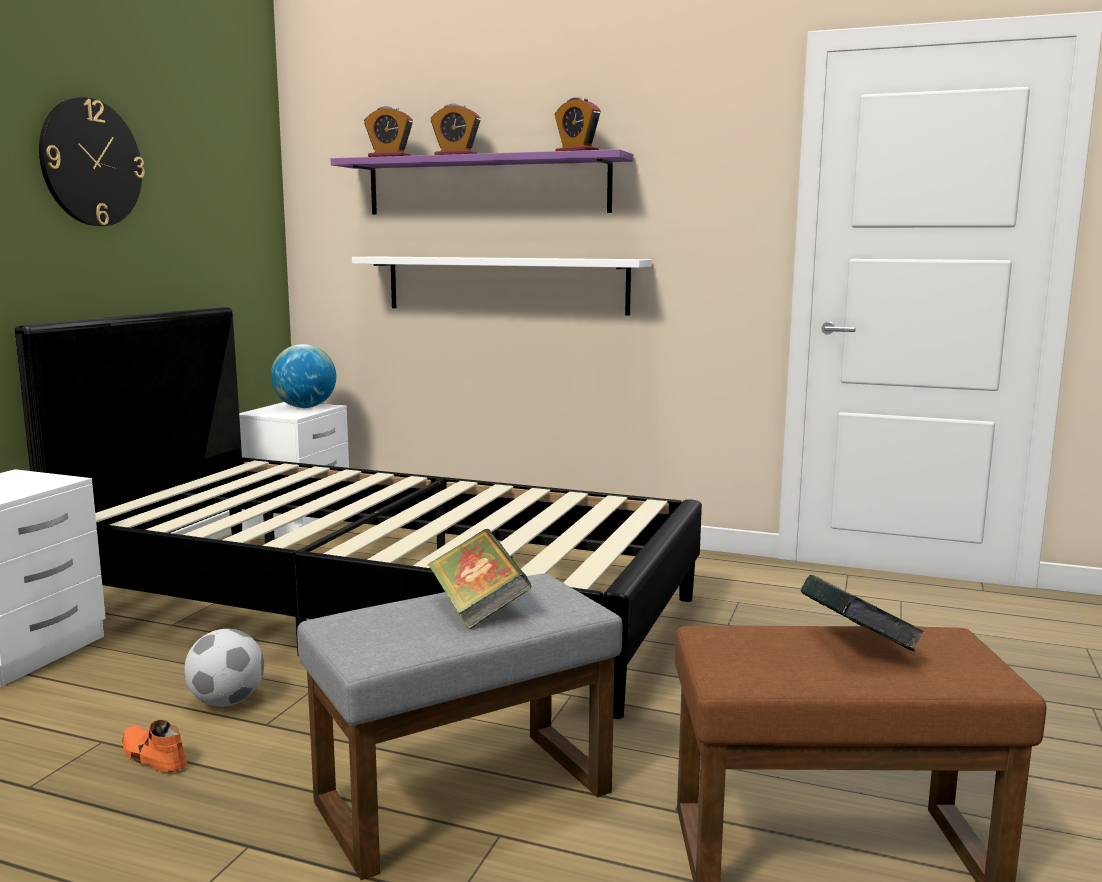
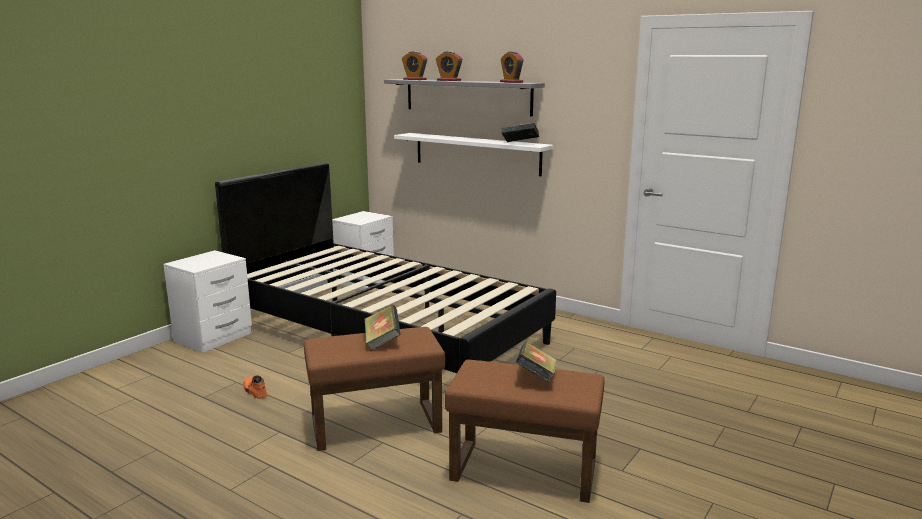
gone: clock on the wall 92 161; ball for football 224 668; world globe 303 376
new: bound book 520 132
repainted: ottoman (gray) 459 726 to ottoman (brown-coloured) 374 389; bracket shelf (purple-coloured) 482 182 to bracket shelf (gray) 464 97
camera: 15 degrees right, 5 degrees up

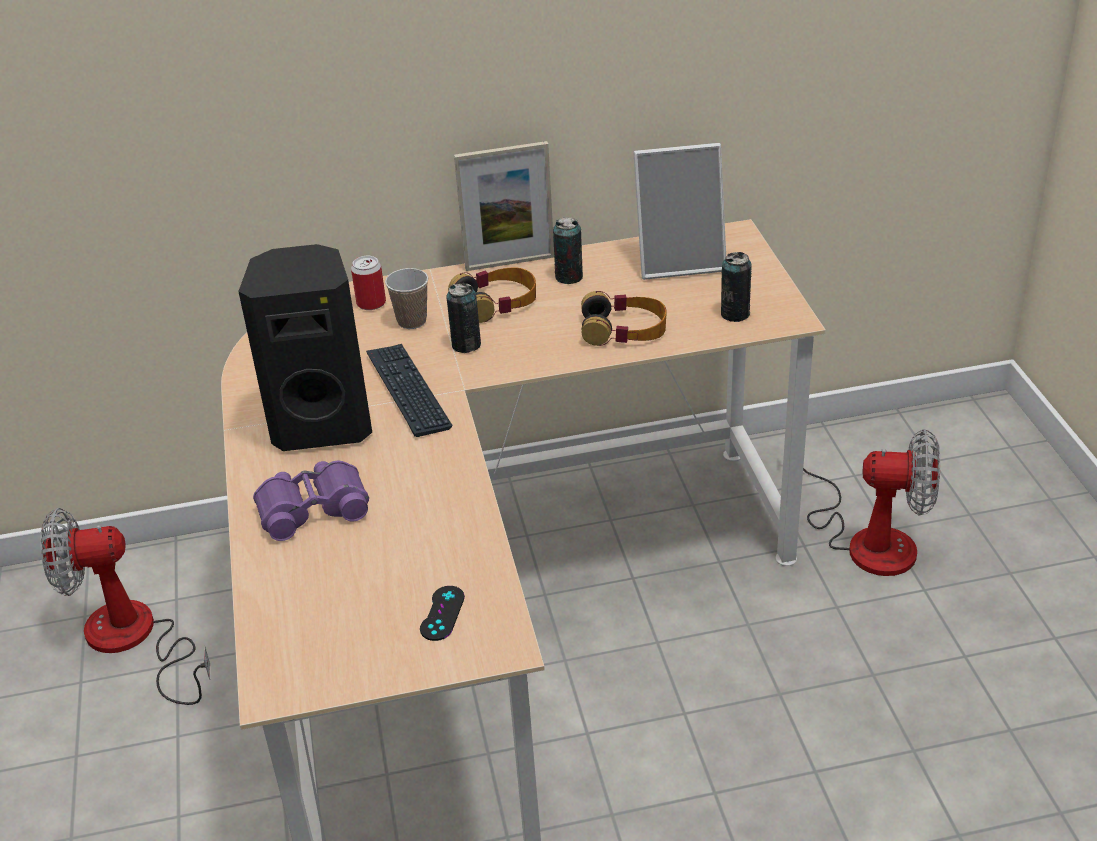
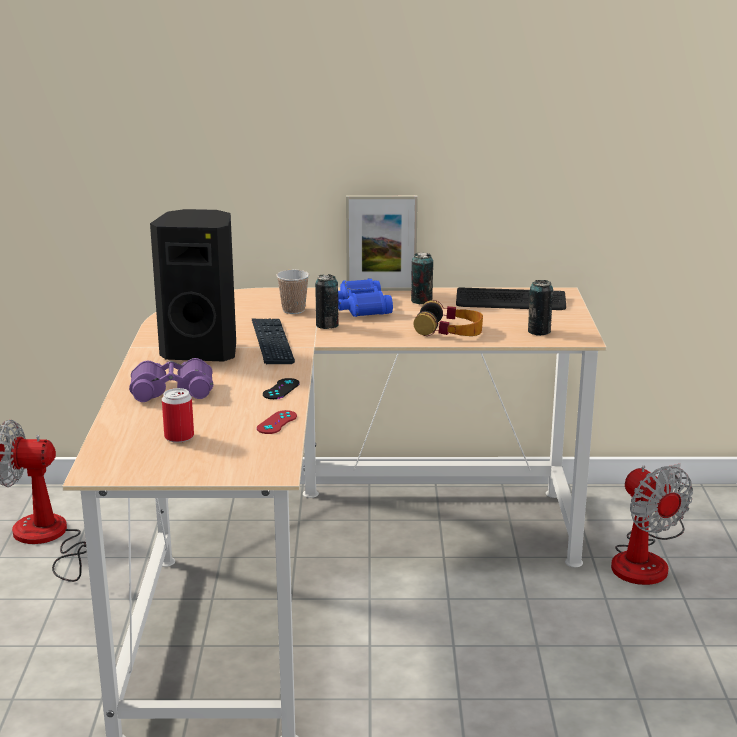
new: game controller (reddish) 277 422
shifted: metal can 368 283 to 178 415; game controller (blackish) 442 613 to 281 388
swapped: headphones 492 295 to binoculars (blue-coloured) 365 297; picture frame 679 211 to computer keyboard 511 299
rotated: cooling fan 871 502 = 652 524 45 degrees clockwise
camera: 10 degrees right, 15 degrees down

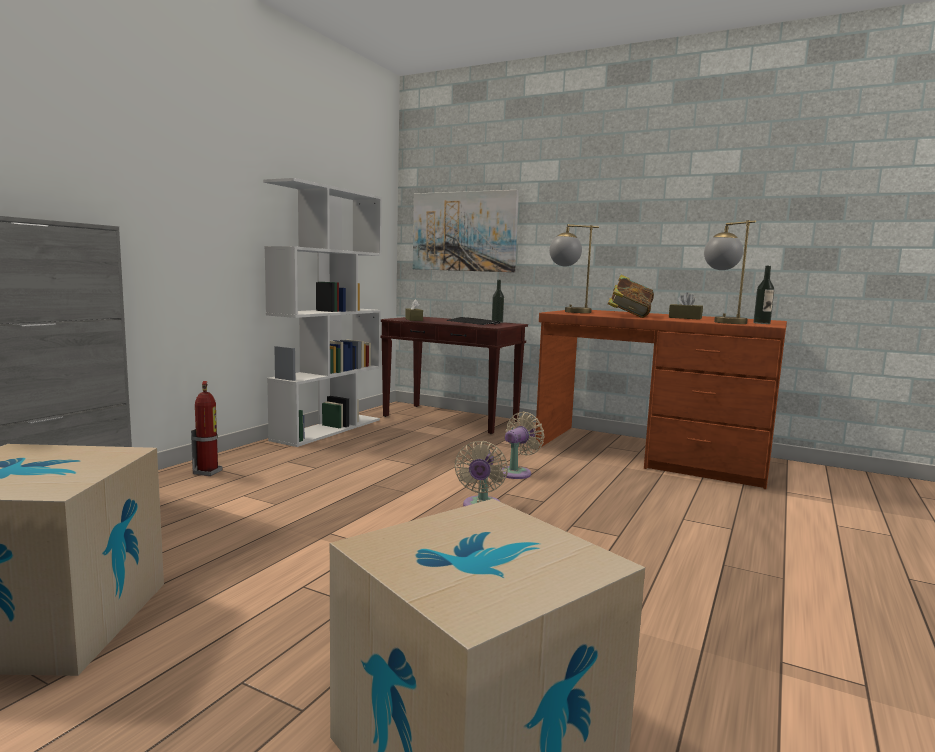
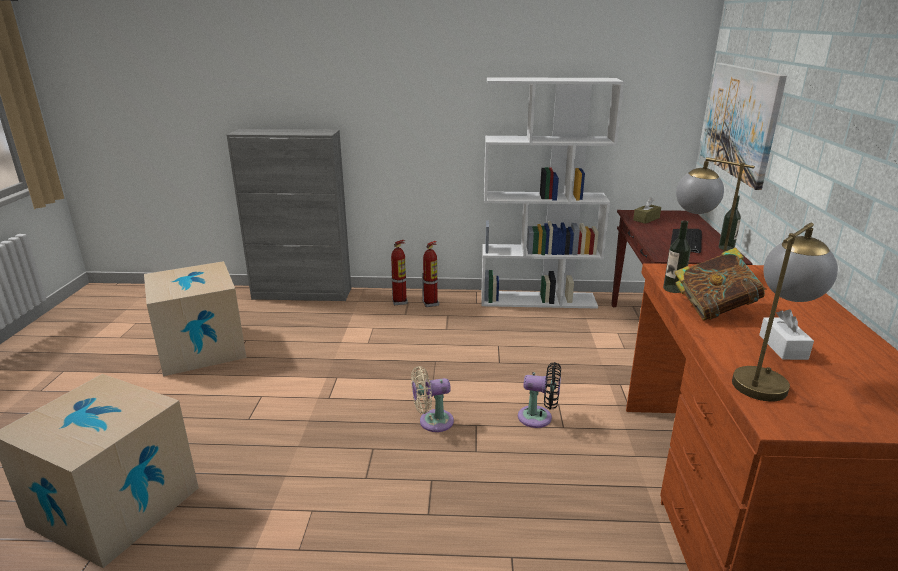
new: fire extinguisher 430 274
shifted: bottle 763 295 to 677 256
repainted: cooling fan (beige-coloured) 522 445 to cooling fan (blackish) 539 395; box of tissues (brown-coloured) 686 306 to box of tissues (white-coloured) 786 334
camera: 65 degrees right, 15 degrees up

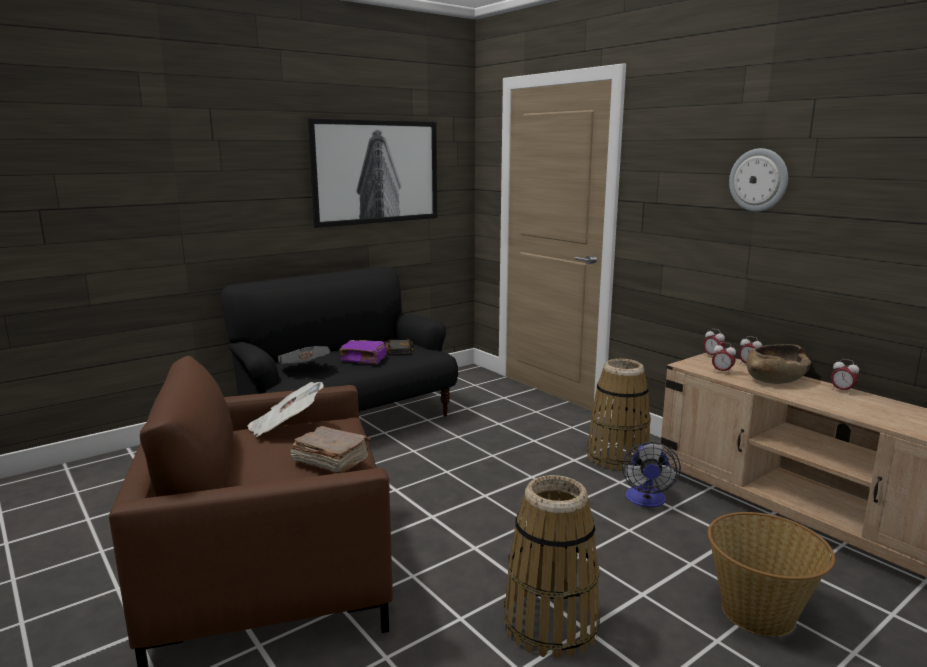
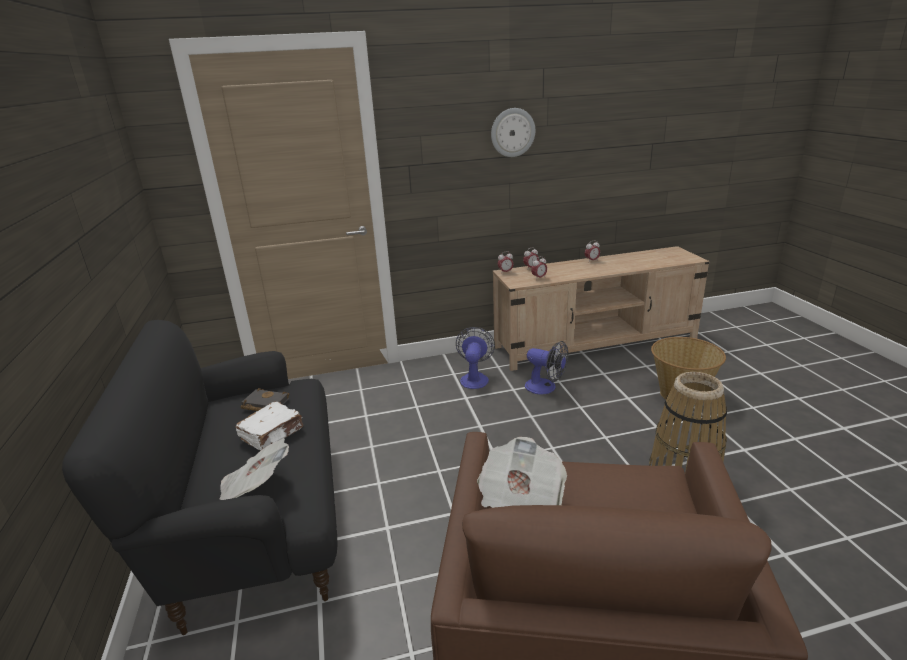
gone: bound book (brown-coloured) 331 449; wall art 372 173; deep dish (brown-coloured) 778 364
swapped: basket 619 415 to cooling fan 475 358
repainted: bound book (purple-coloured) 363 352 to bound book (white-coloured) 269 426
camera: 65 degrees left, 10 degrees up

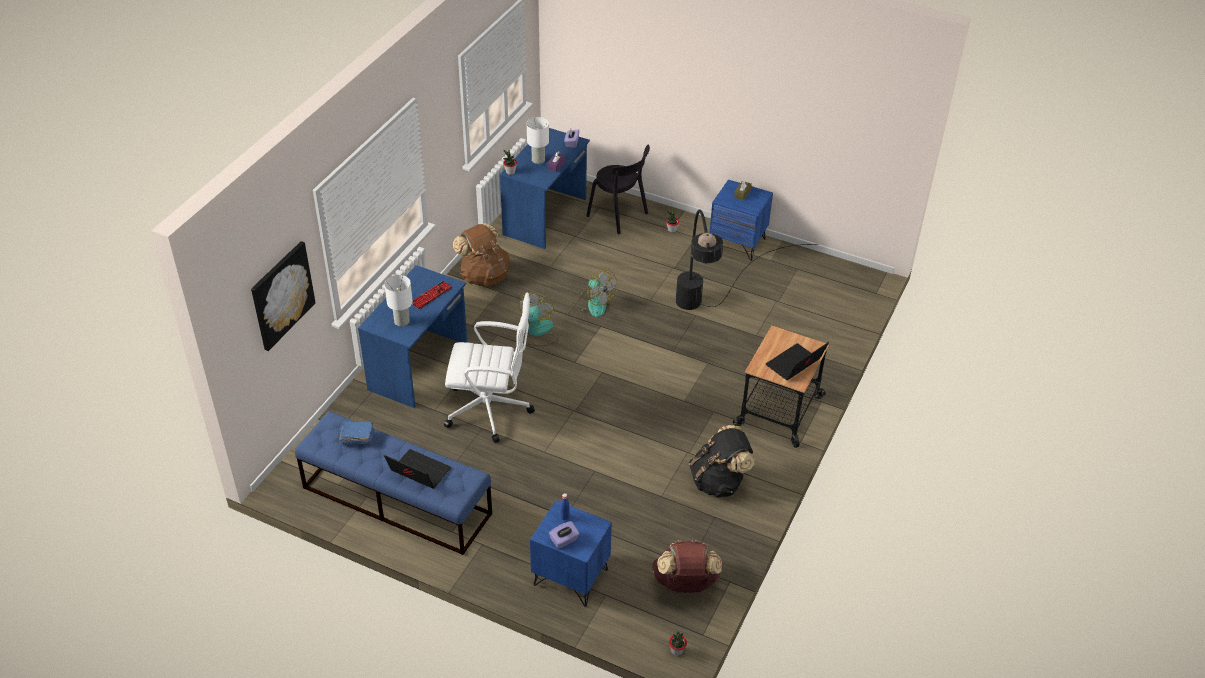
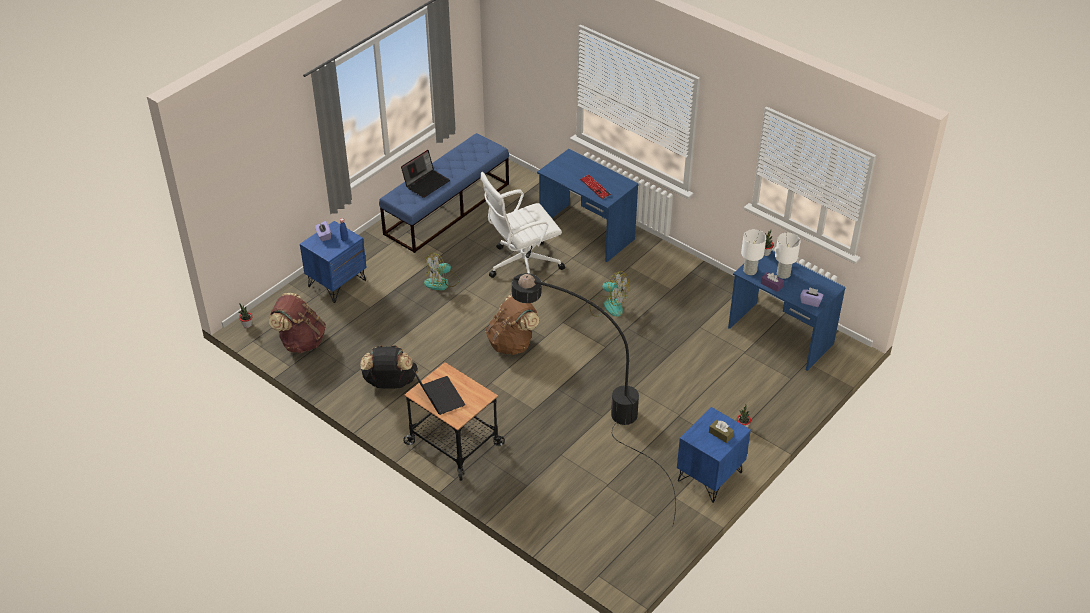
gone: wall art 283 296; bound book (blue-coloured) 356 433; plain chair (blackish) 618 189
shifted: cooling fan 595 293 to 442 272; backpack (brown-coloured) 481 255 to 512 325; tabletop lamp (white-coloured) 398 301 to 753 252
rotated: desk chair (white-coloured) 489 368 = 522 225 45 degrees clockwise
camera: 105 degrees right, 0 degrees up

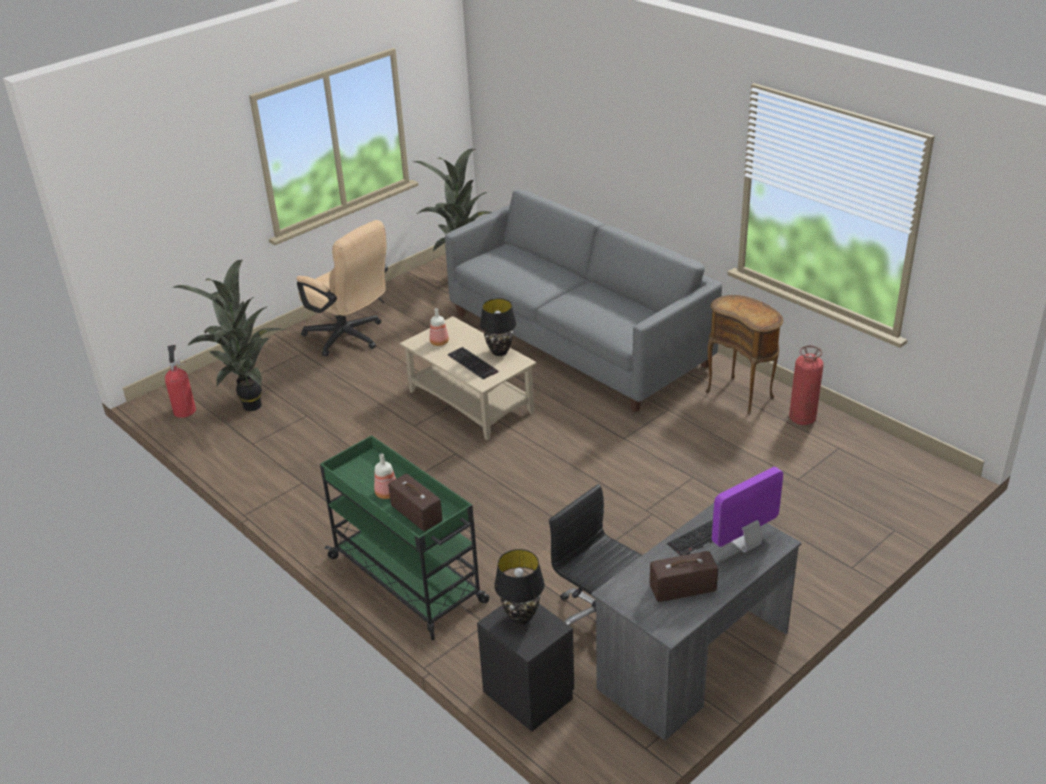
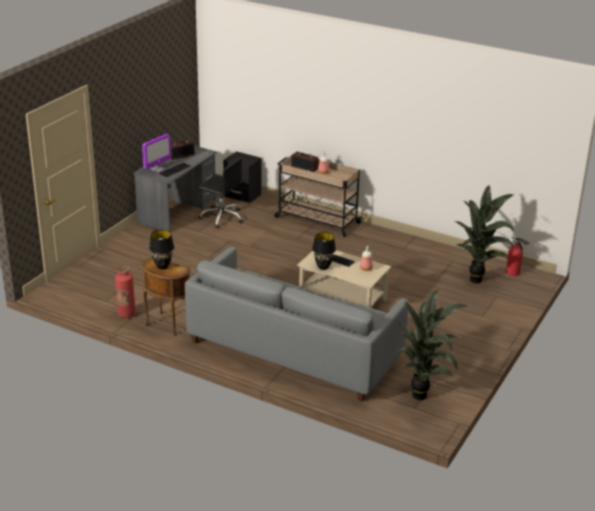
gone: desk chair (beige-coloured) 342 288
shifted: tabletop lamp (blackish) 519 586 to 161 249
repainted: wheeled cart (green-coloured) 404 537 to wheeled cart (beige-coloured) 318 196
camera: 160 degrees right, 5 degrees down

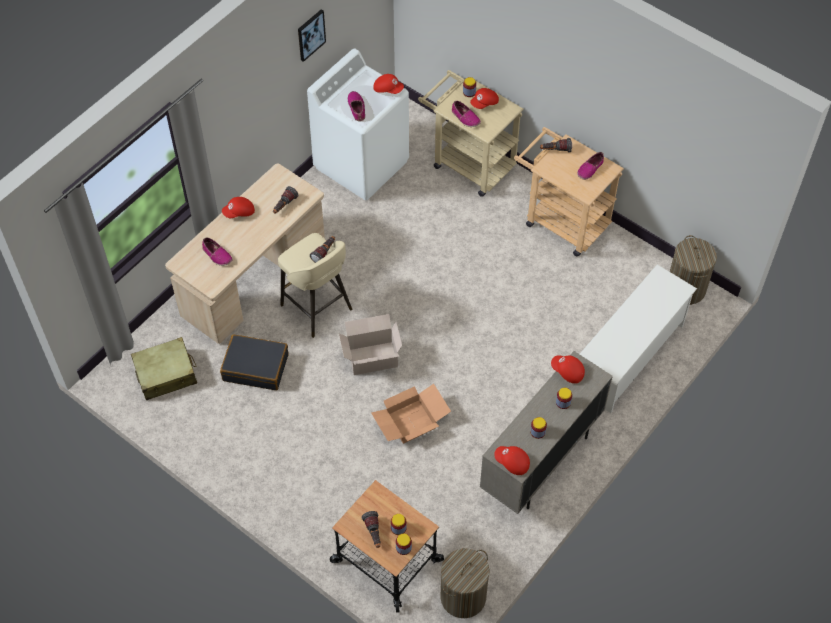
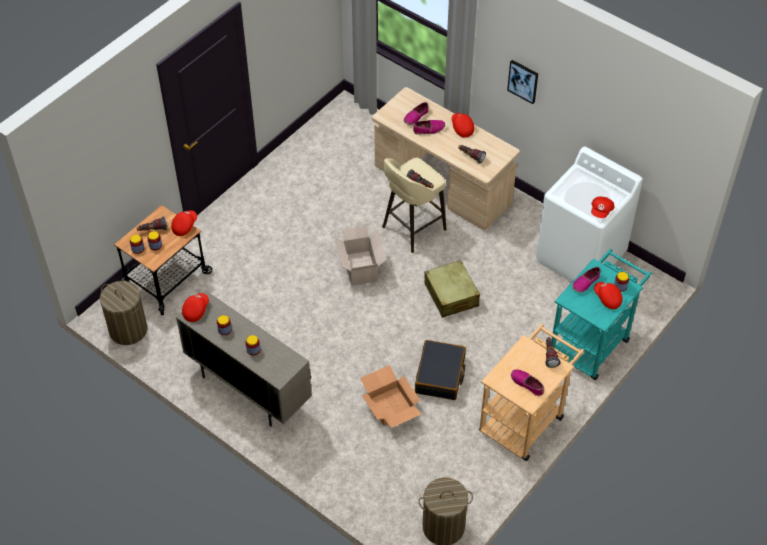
gone: shoe rack (white-coloured) 638 338
shifted: peaked cap (reddish) 568 369 to 184 223; cardboard box 411 414 to 391 396; low shoe 356 106 to 429 127; travel case (blackish) 254 362 to 440 370; travel case (beige-coloured) 164 368 to 452 289; wall art 312 35 to 522 82
repainted: wheeled cart (beige-coloured) 471 133 to wheeled cart (turquoise) 602 314
camera: 90 degrees right, 5 degrees down

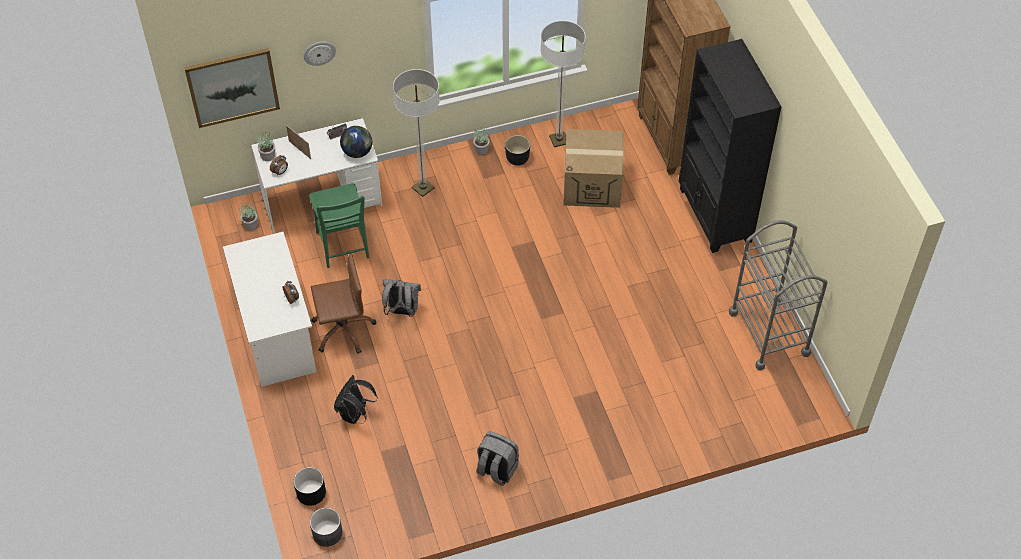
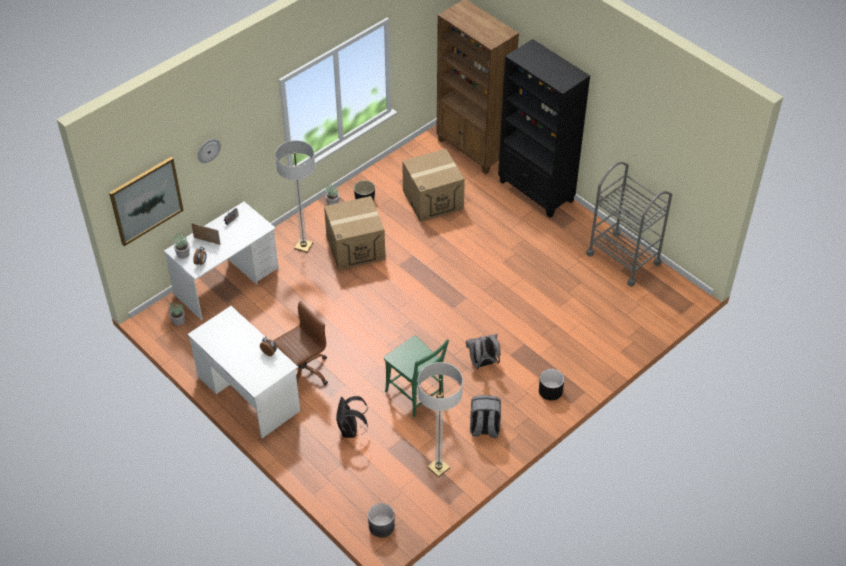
gone: world globe 356 142
new: cardboard box 355 233
shifted: plain chair (green-coloured) 339 226 to 416 376; standard lamp 563 84 to 440 419; backpack (gray) 401 298 to 483 351; planter (blackish) 309 486 to 551 385
camera: 25 degrees left, 5 degrees down

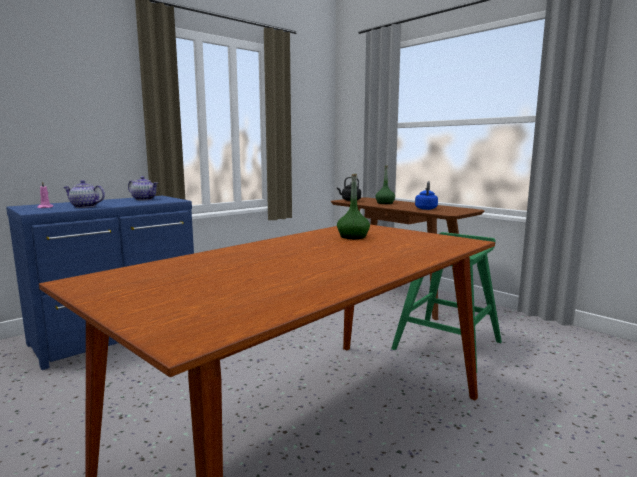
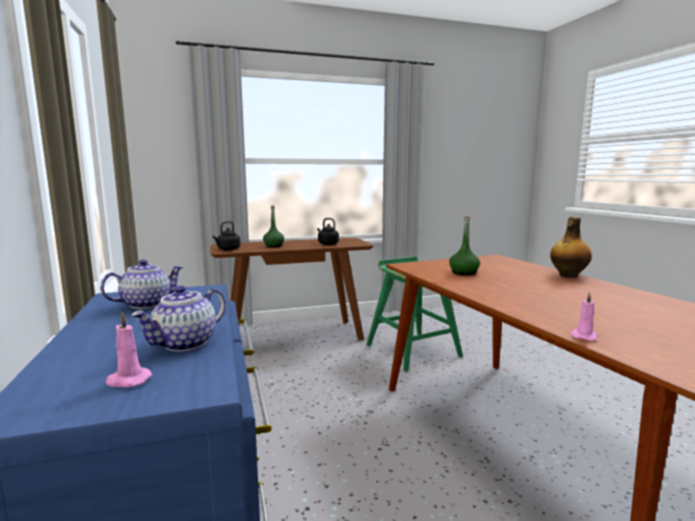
new: bottle 571 247; wax light (pinkish) 584 316
repainted: kettle (blue-coloured) 426 195 to kettle (blackish) 328 231
camera: 65 degrees left, 0 degrees up

